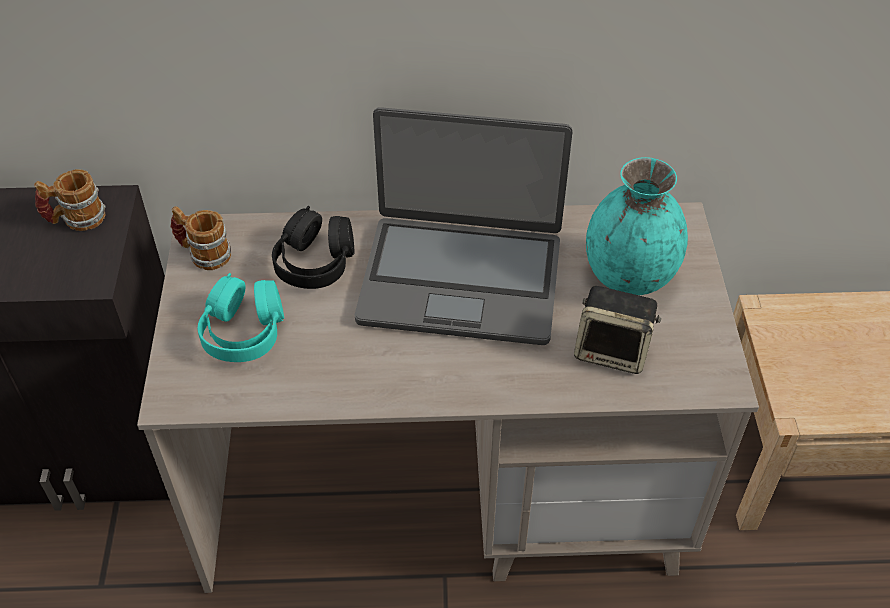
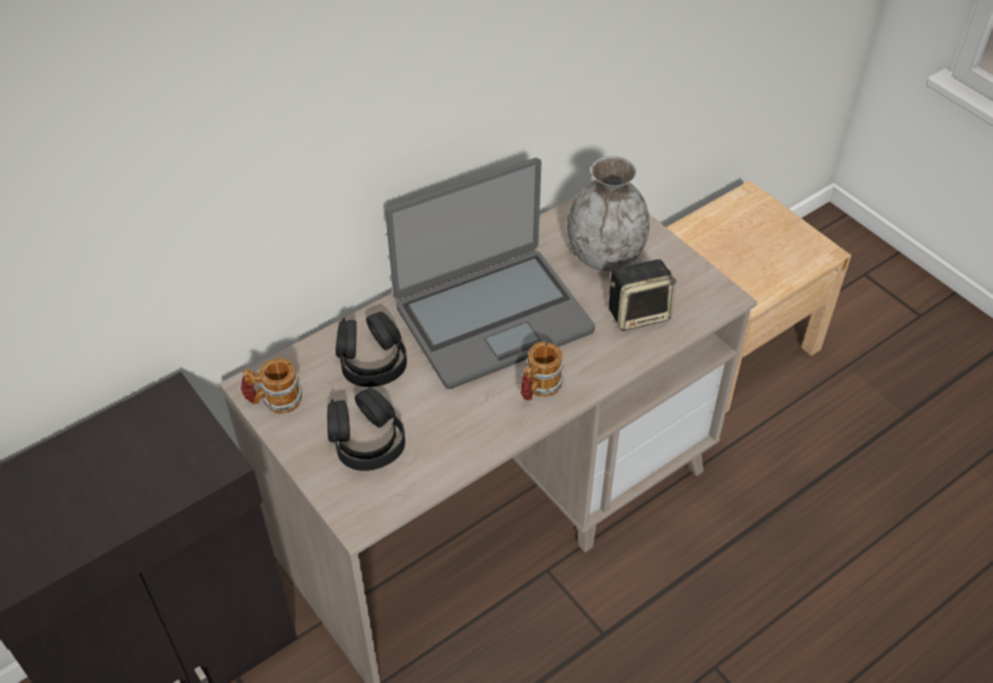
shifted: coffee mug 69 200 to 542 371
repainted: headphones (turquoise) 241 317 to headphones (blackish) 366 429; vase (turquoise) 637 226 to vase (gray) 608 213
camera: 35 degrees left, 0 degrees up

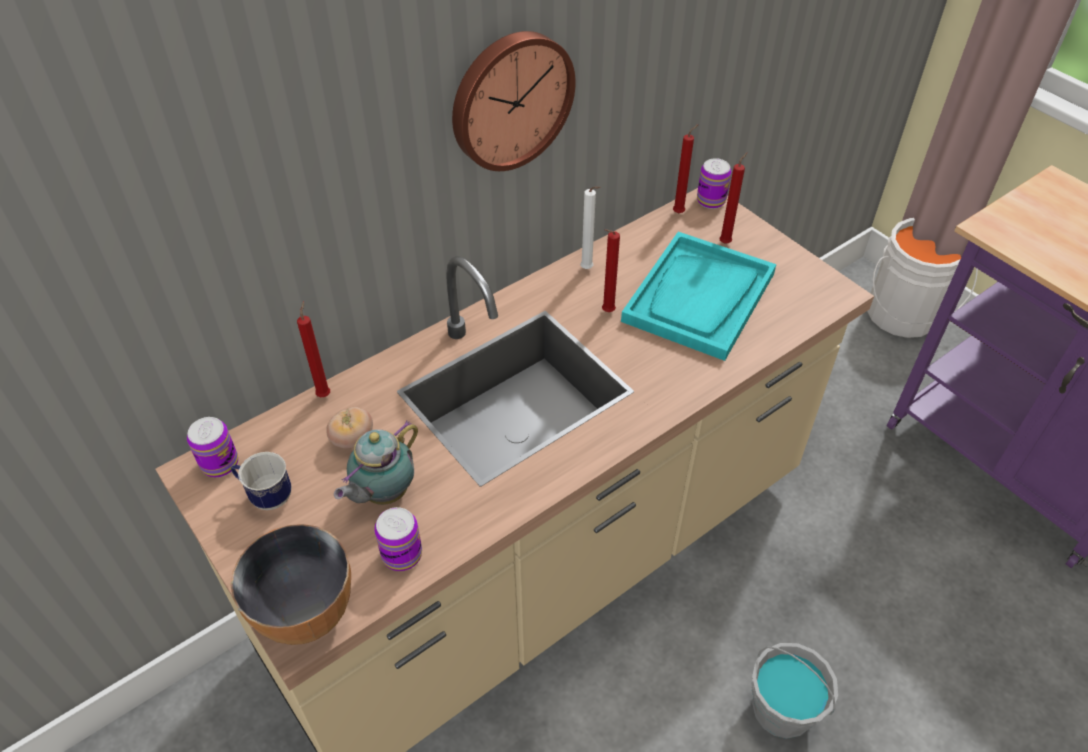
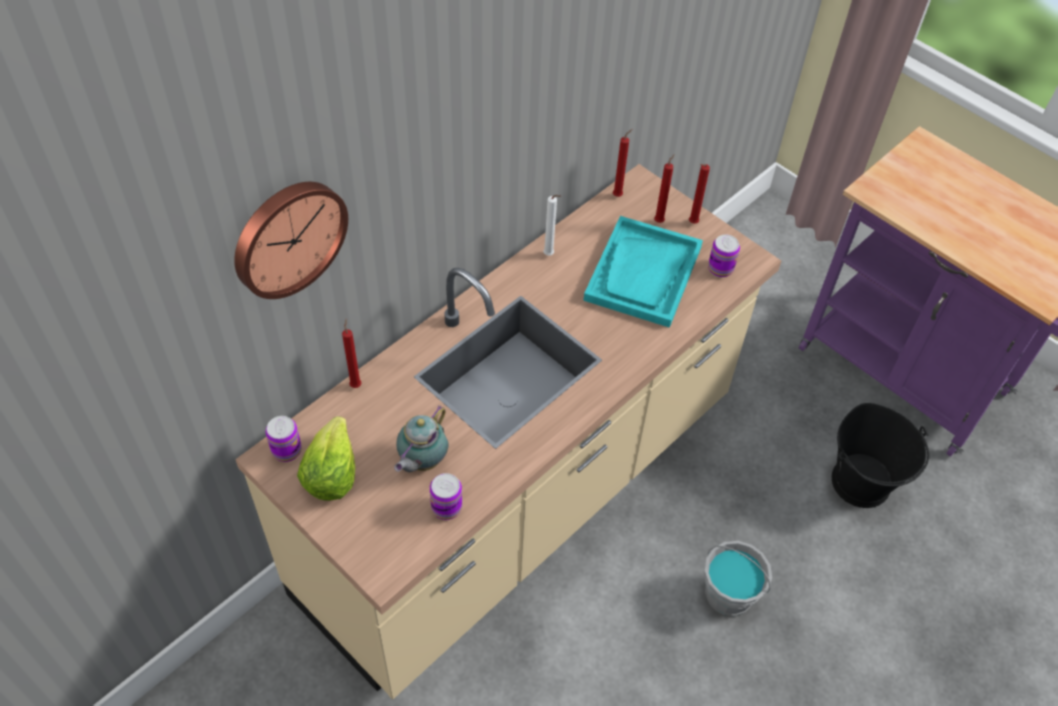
gone: deep dish 290 584; tomato 349 428; pail (white-coloured) 922 278
new: pail (blackish) 881 455
shifted: clock on the wall 514 101 to 291 240; wax light (reddish) 611 270 to 699 194; metal can 714 183 to 724 256
swapped: coffee mug 261 481 to head of lettuce 326 458
camera: 10 degrees left, 5 degrees up

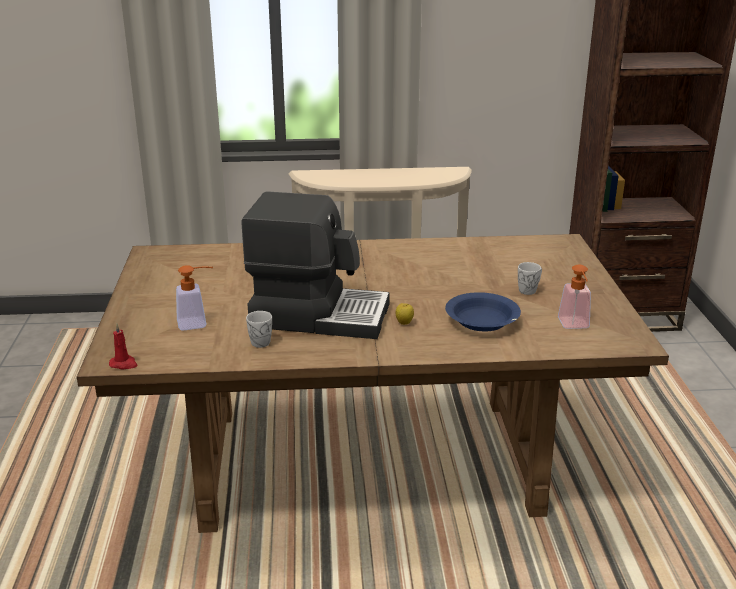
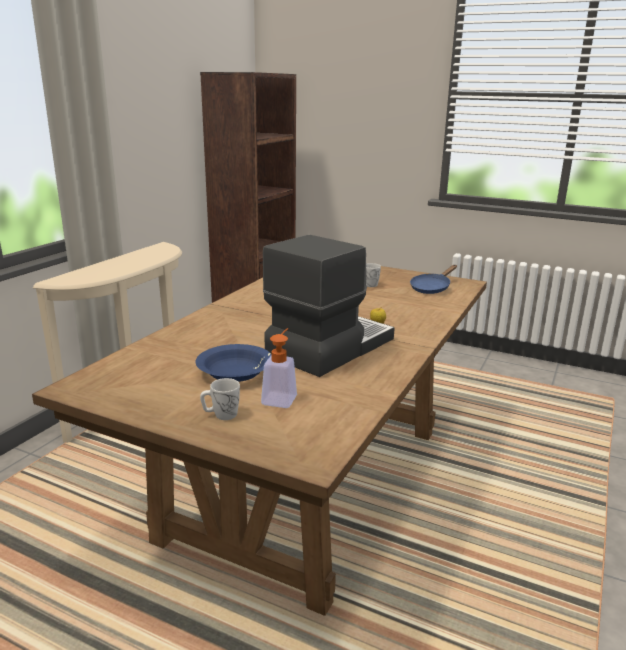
gone: wax light (reddish) 123 346
shifted: deep dish (blue-coloured) 483 311 to 233 363; coffee mug (white-coloured) 259 329 to 220 399
swapped: liquid soap bottle 574 297 to skillet (blue-coloured) 433 279
camera: 60 degrees left, 5 degrees down

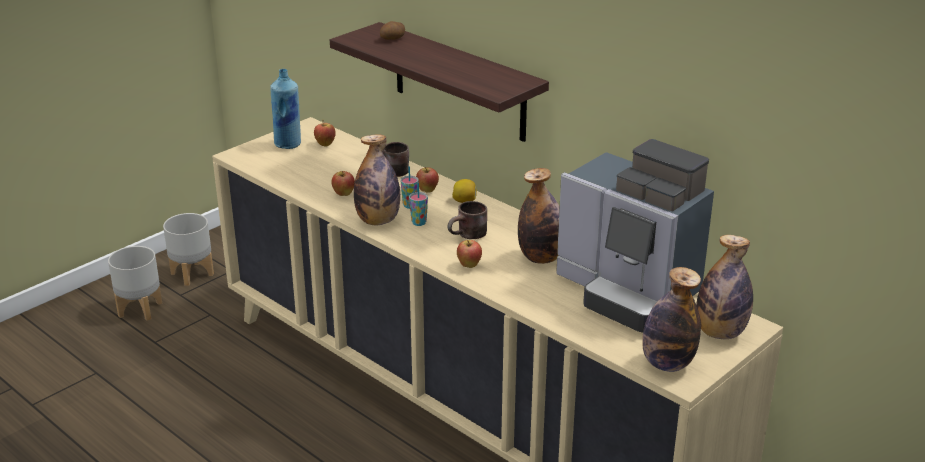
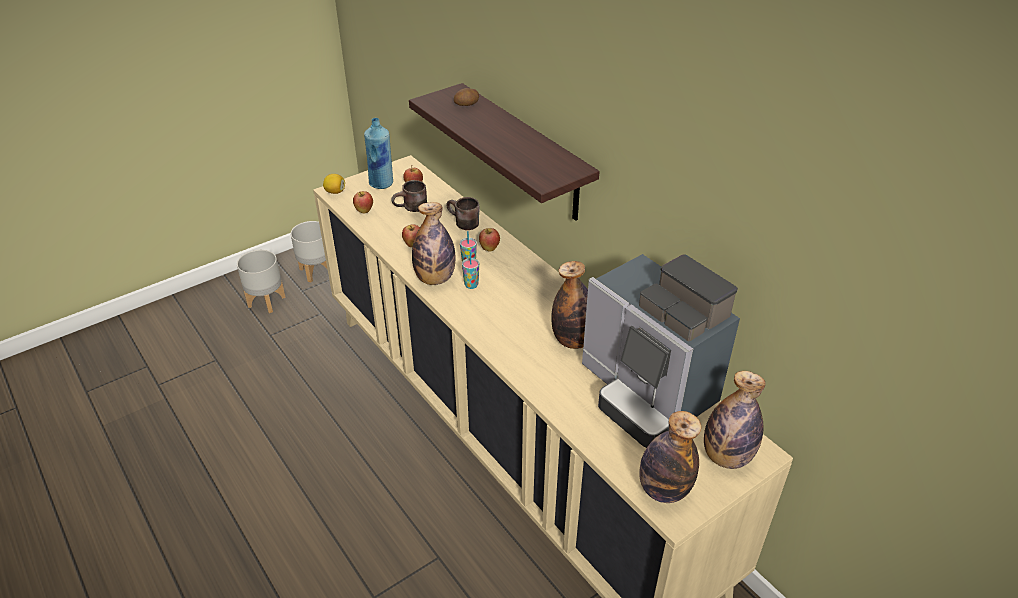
shifted: whole lemon 464 191 to 334 184; apple 469 254 to 363 202; coffee mug (brown-coloured) 467 220 to 409 196
camera: 10 degrees right, 10 degrees up

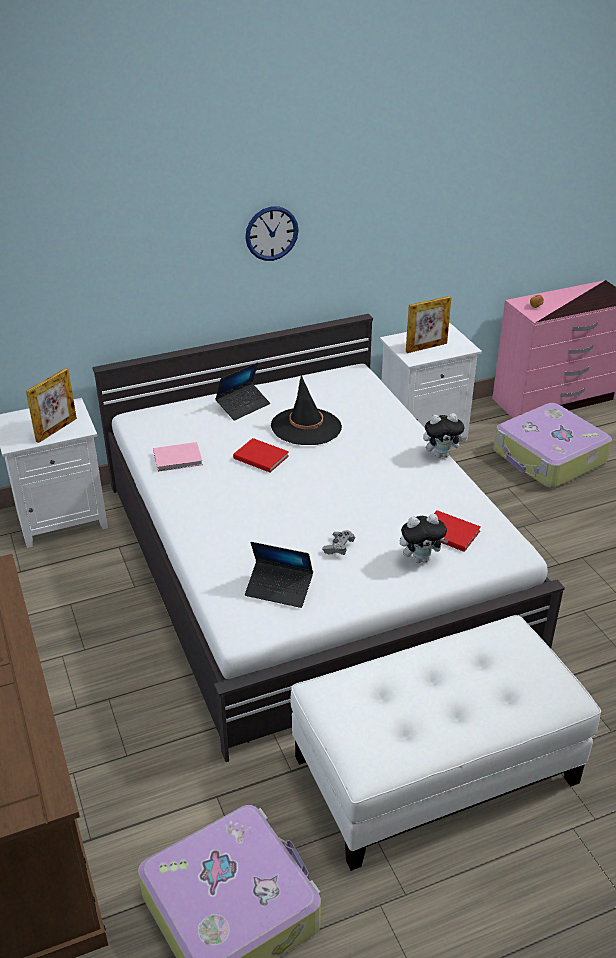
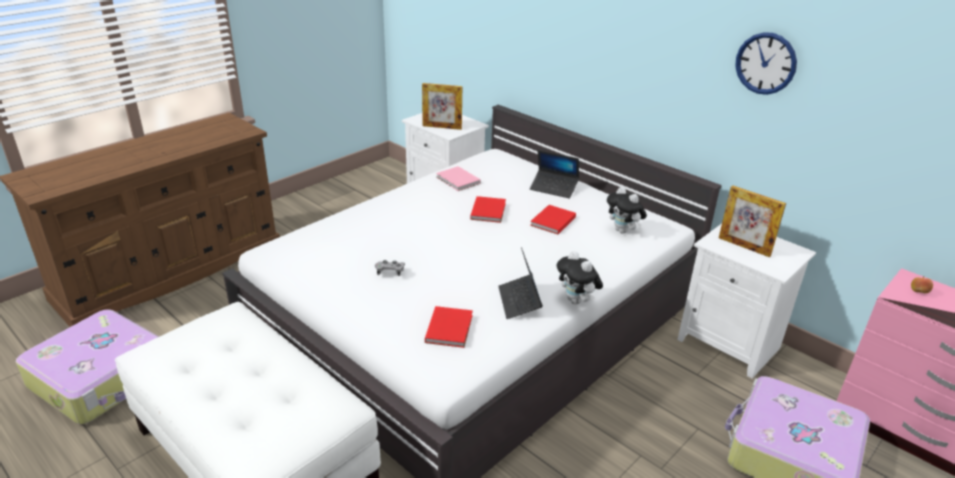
shifted: laptop 279 575 to 520 283; soft toy 424 538 to 627 210; clock on the wall 272 233 to 766 63
swapped: wearable hat (blackish) 306 410 to bound book (reddish) 553 219
camera: 65 degrees right, 5 degrees down

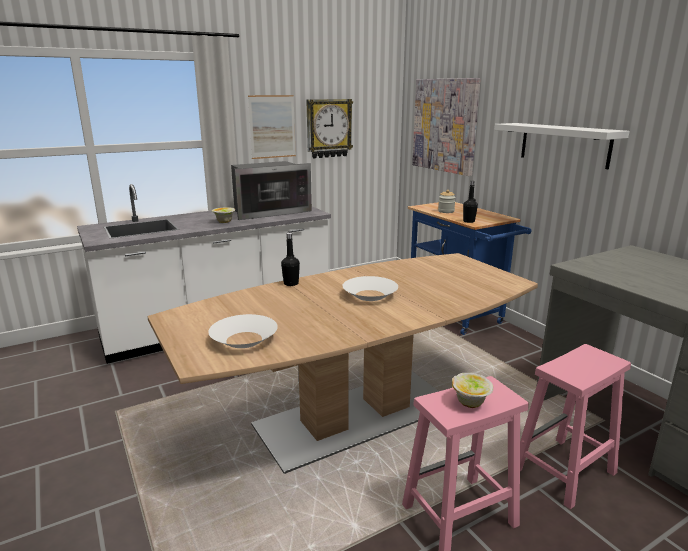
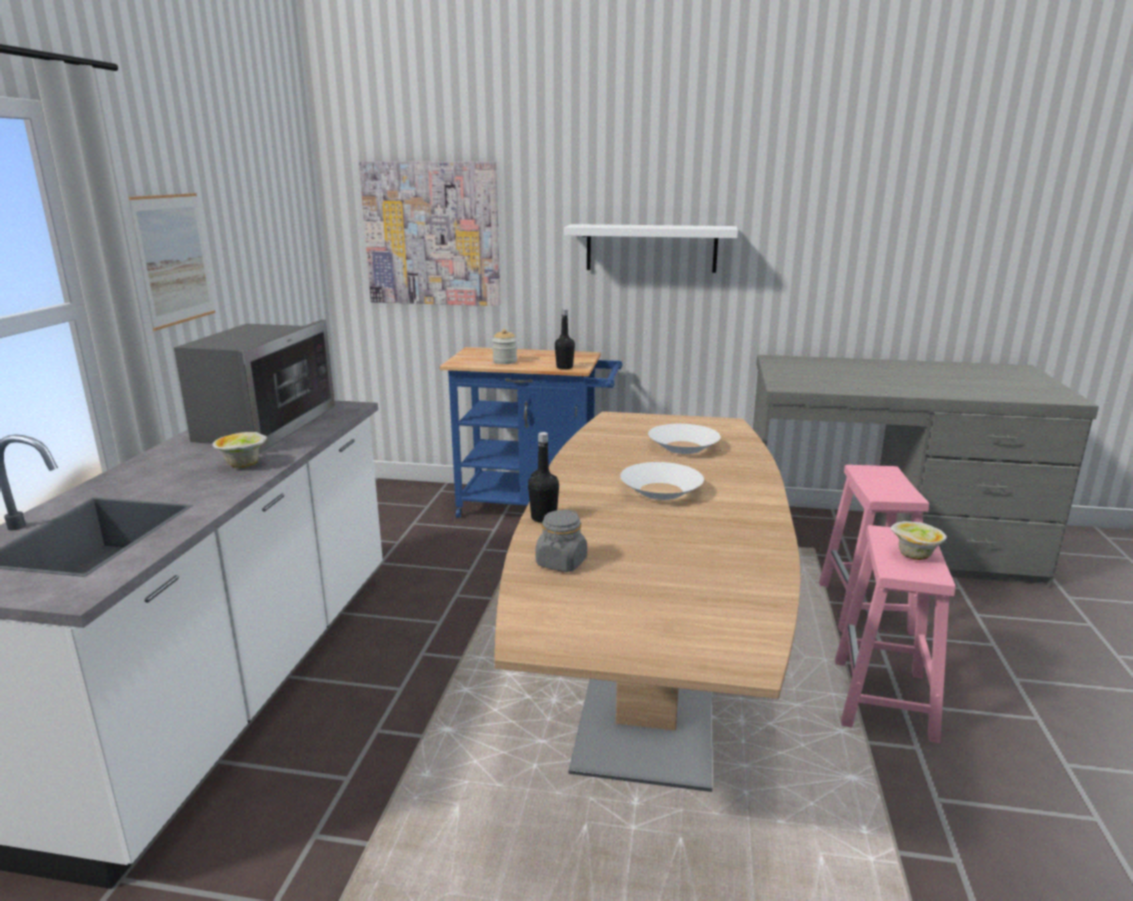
gone: clock on the wall 329 128
new: preserve jar (gray) 561 540
shifted: deep dish (white-coloured) 243 331 to 684 439
camera: 50 degrees left, 0 degrees up

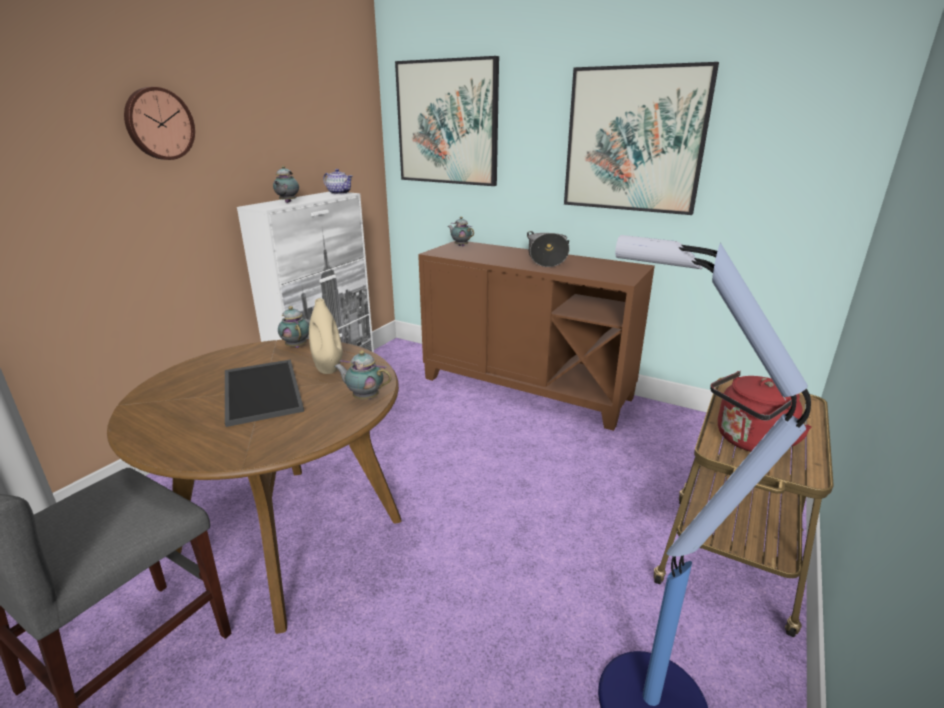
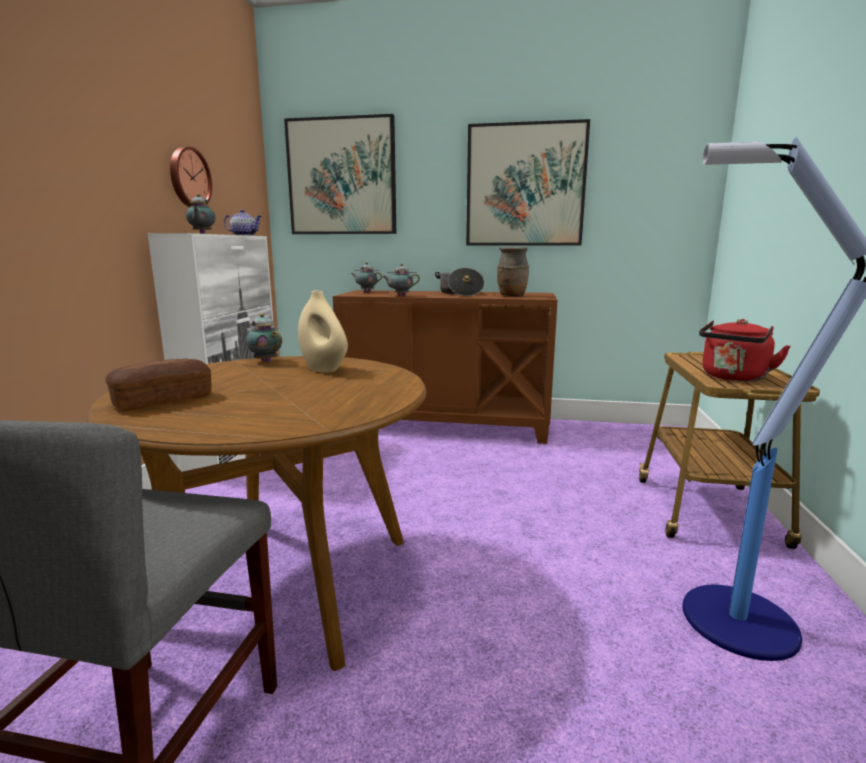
gone: serving tray 264 393
new: bakery bread 158 384; vase (brown-coloured) 513 271
shifted: clock on the wall 159 123 to 191 177; tea pot 363 374 to 401 280
camera: 20 degrees left, 10 degrees down

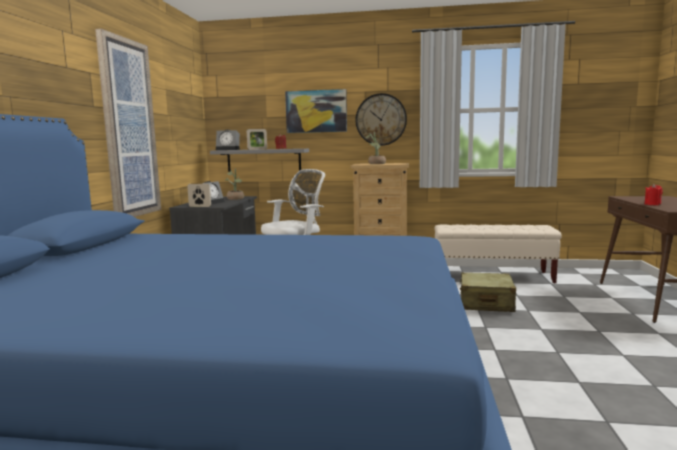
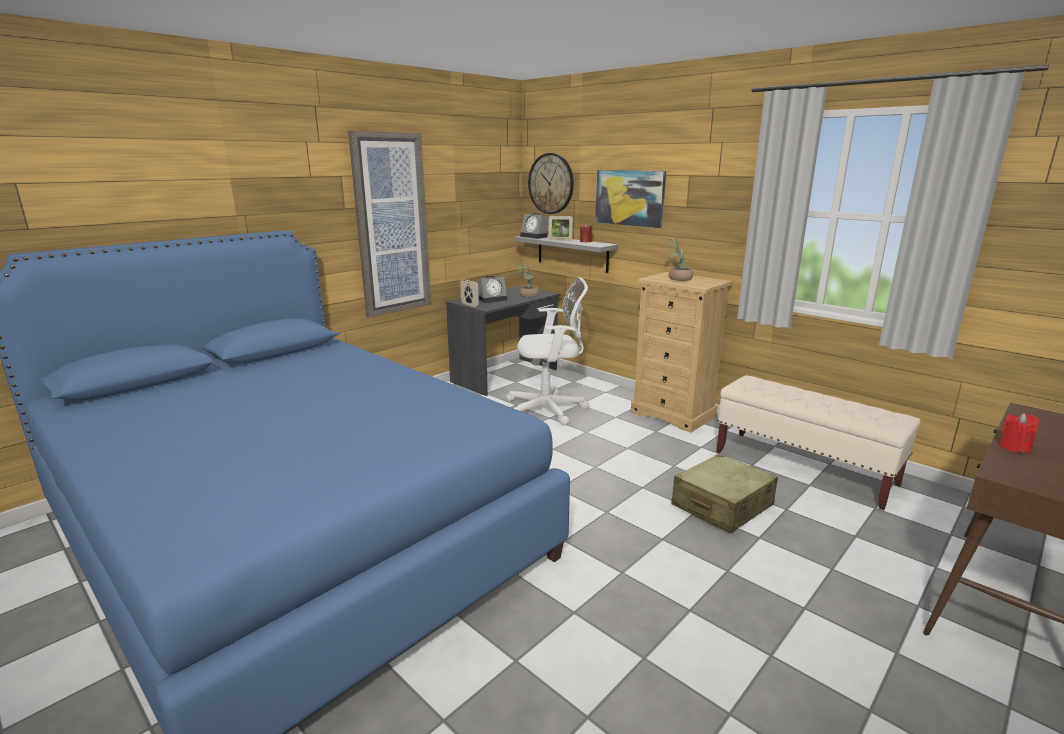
shifted: clock on the wall 381 119 to 551 183
camera: 35 degrees right, 10 degrees up

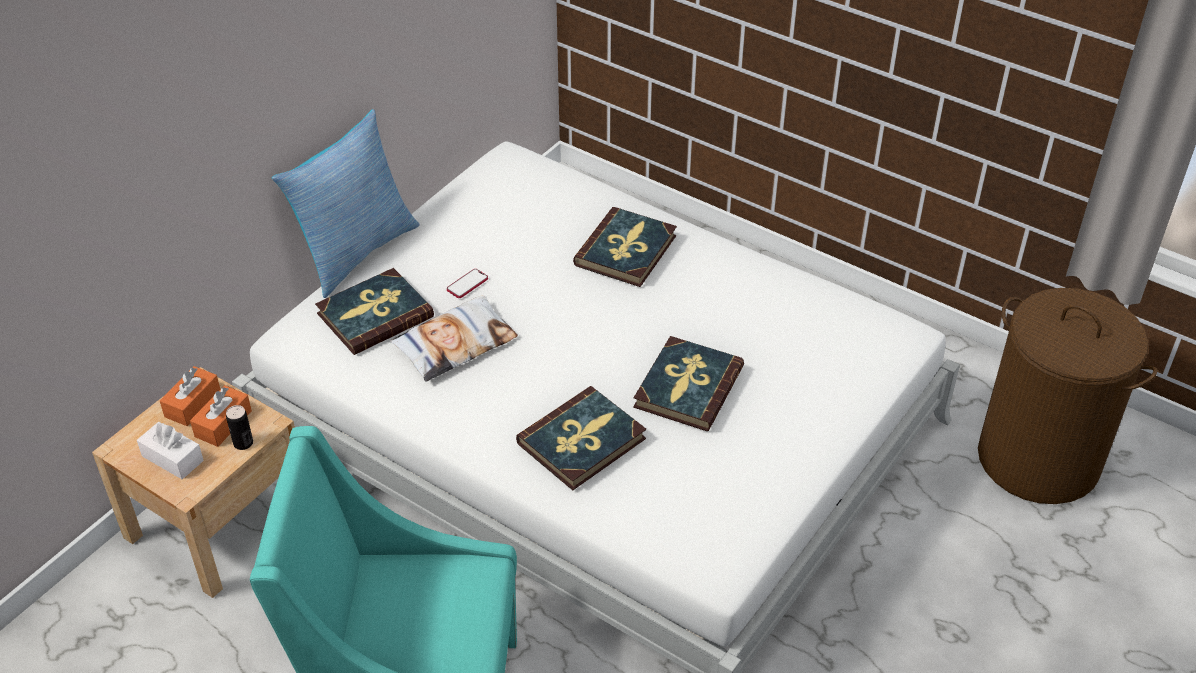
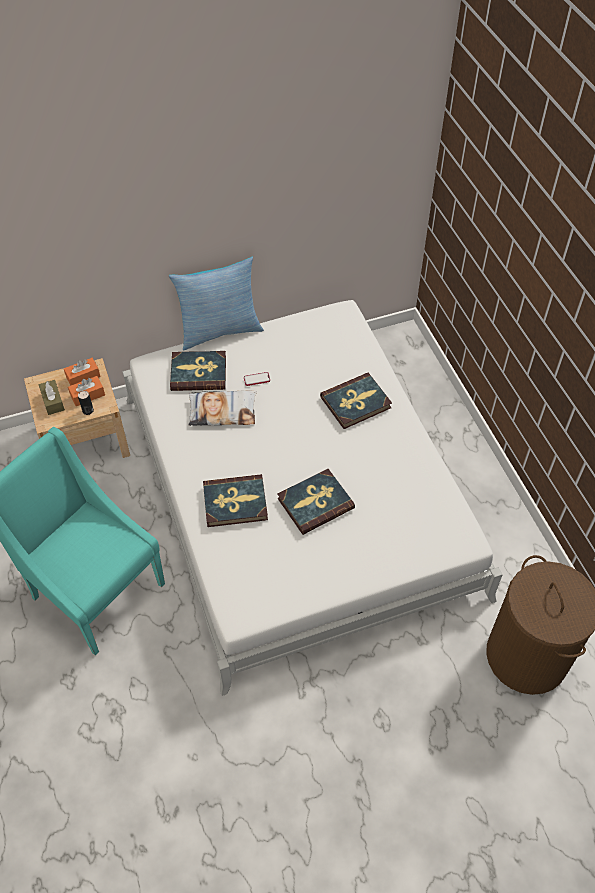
repainted: box of tissues (white-coloured) 170 450 to box of tissues (brown-coloured) 52 397
camera: 35 degrees right, 10 degrees up

